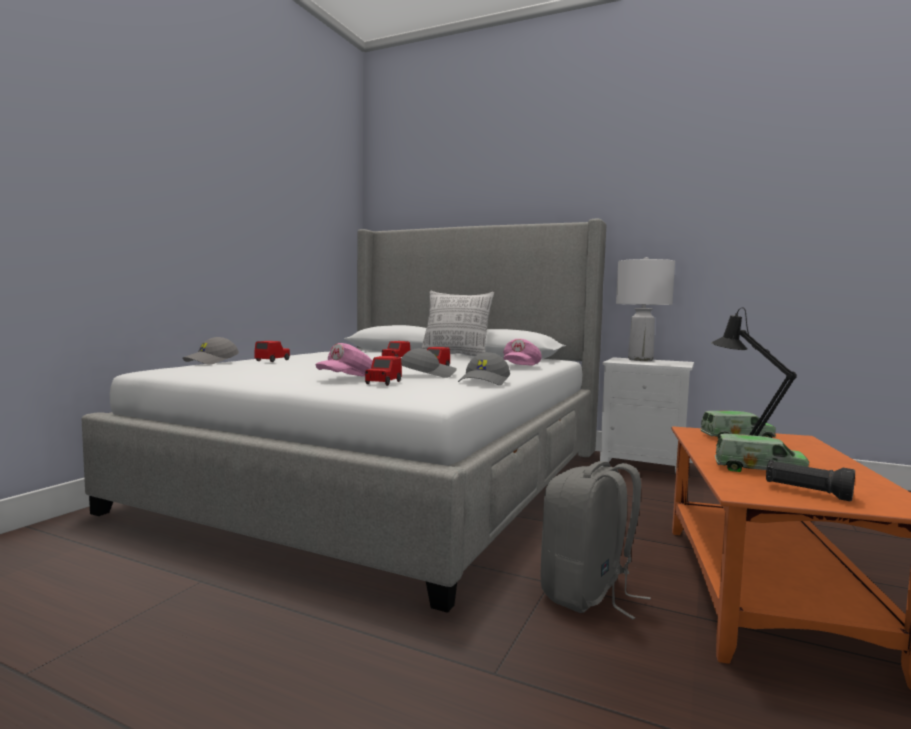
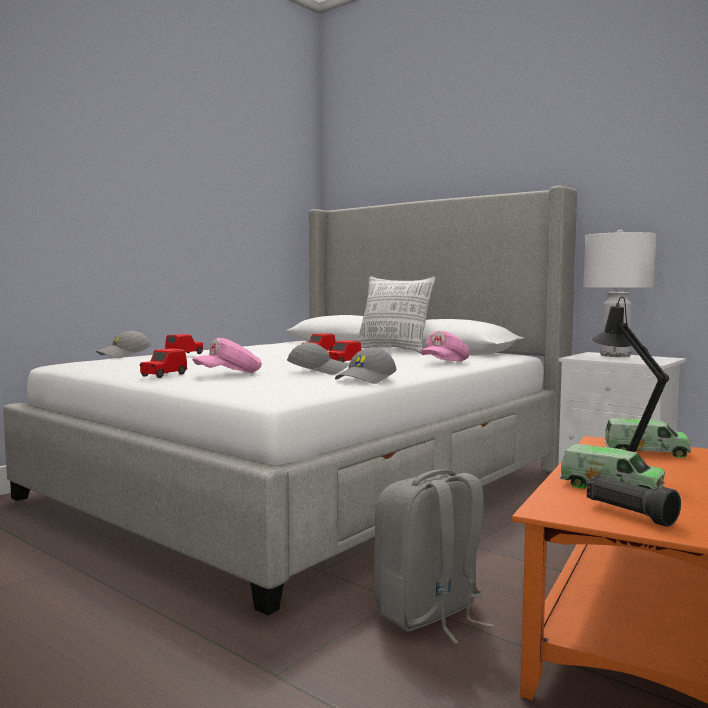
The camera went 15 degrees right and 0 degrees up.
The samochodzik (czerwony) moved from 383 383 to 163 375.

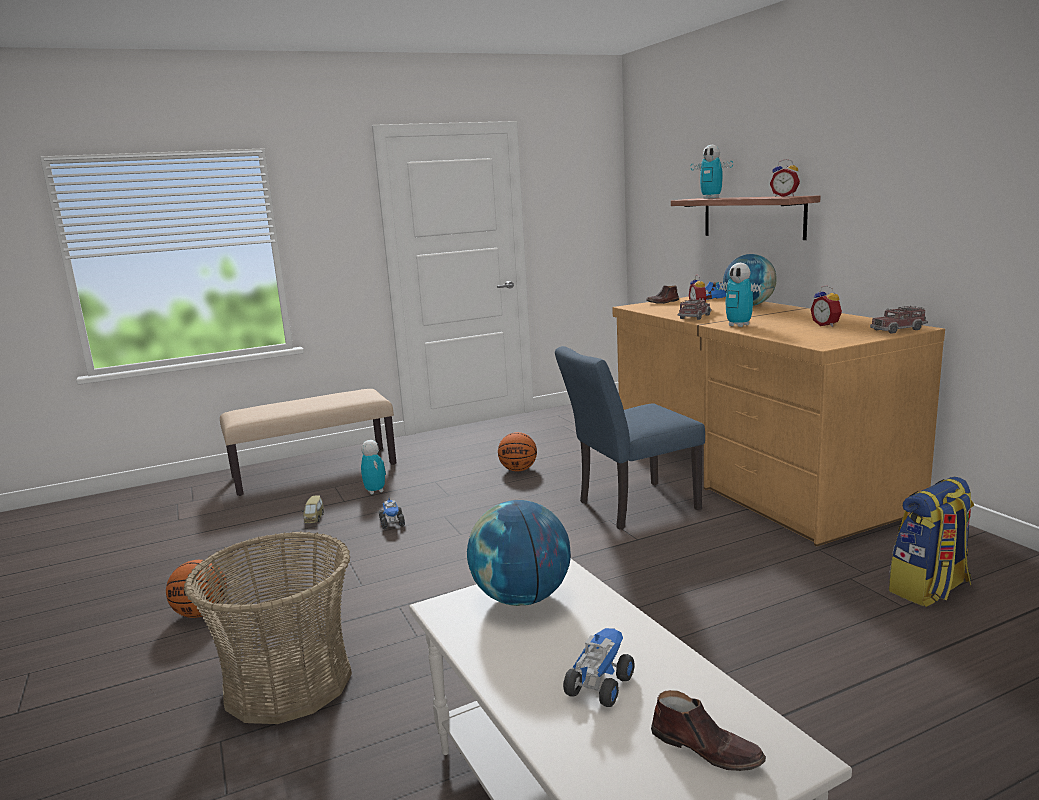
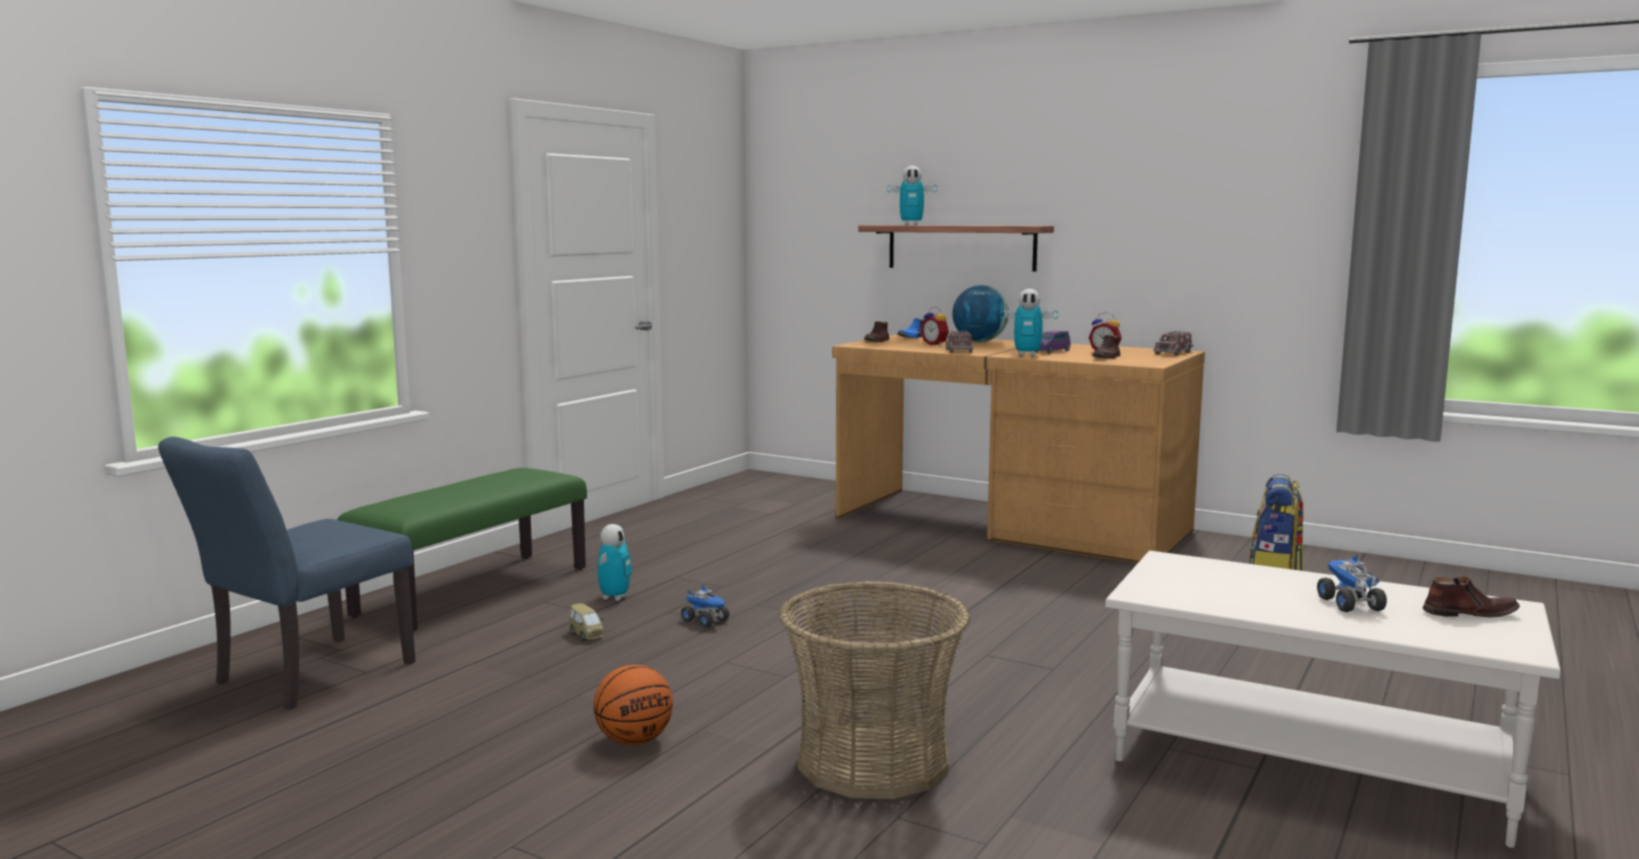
The camera went 35 degrees left and 5 degrees down.
The krzesło (niebieski) moved from 630 507 to 303 677.
The ławka (beżowy) at 315 470 became the ławka (zielony) at 474 590.
The robot zabawkowy at 375 491 turned 75 degrees clockwise.
The samochodzik (fioletowy) at 1051 351 appeared.
The but (brązowy) at 1107 357 appeared.
The globus at 522 598 disappeared.
The piłka do koszykówki at 518 470 disappeared.
The budzik at 784 196 disappeared.

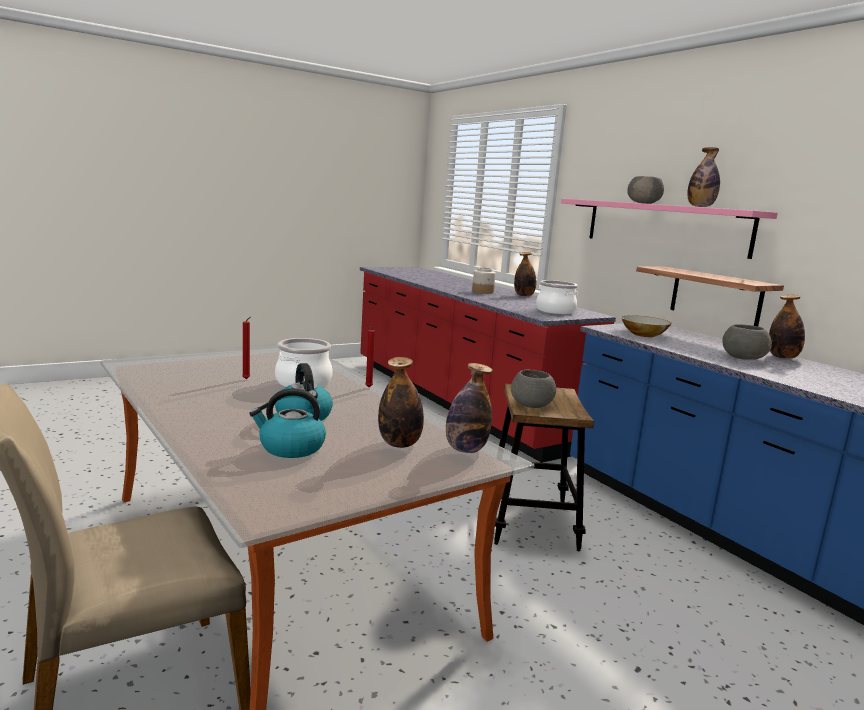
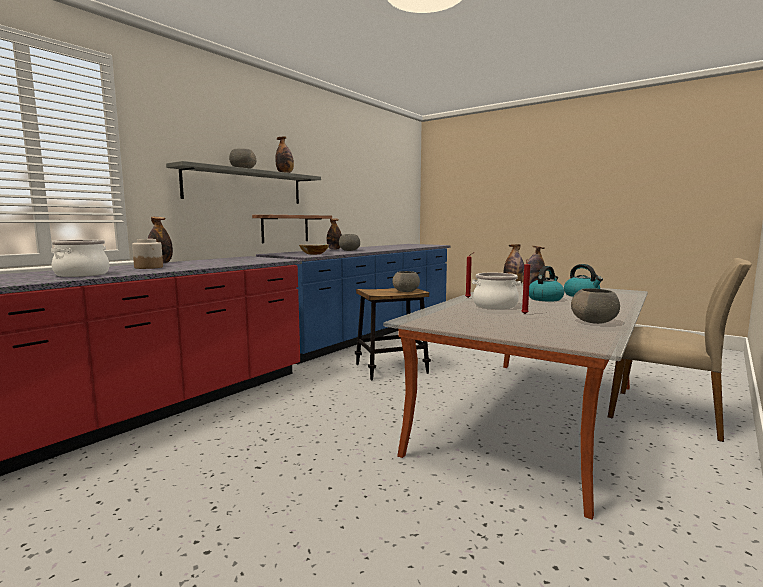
The camera went 110 degrees left and 5 degrees down.
The garnek moved from 555 311 to 82 274.
The półka (różowy) at 664 226 became the półka (szary) at 245 186.
The miska (szary) at 594 322 appeared.

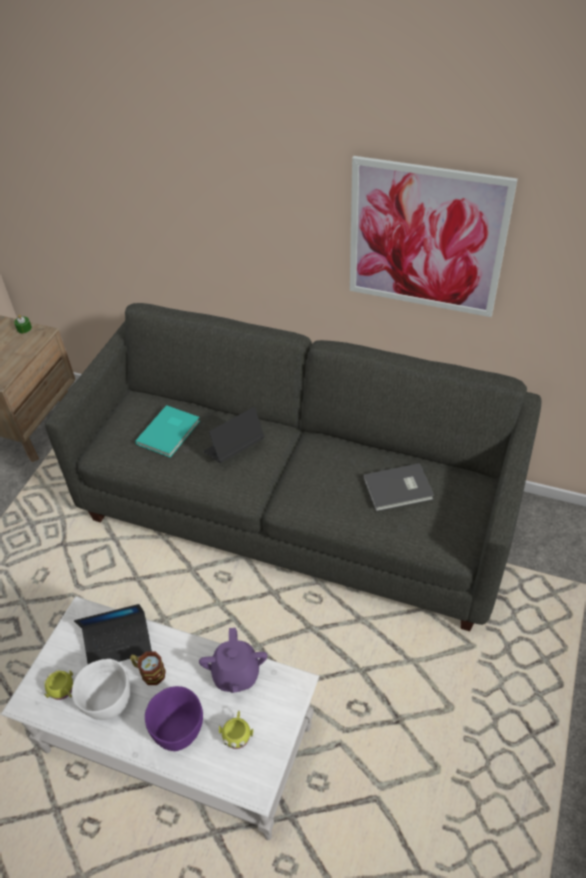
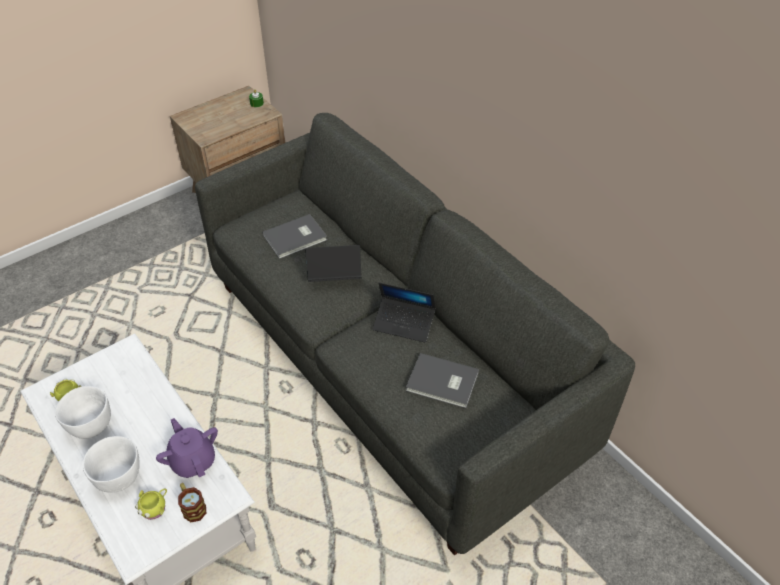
The camera went 30 degrees right and 0 degrees up.
The miska (fioletowy) at 179 729 became the miska (biały) at 119 477.
The imbryk (fioletowy) at 236 674 turned 120 degrees clockwise.
The kubek moved from 149 672 to 192 507.
The książka (turkusowy) at 170 432 became the książka (szary) at 296 238.
The laptop moved from 118 643 to 404 323.
The obraz at 426 238 disappeared.

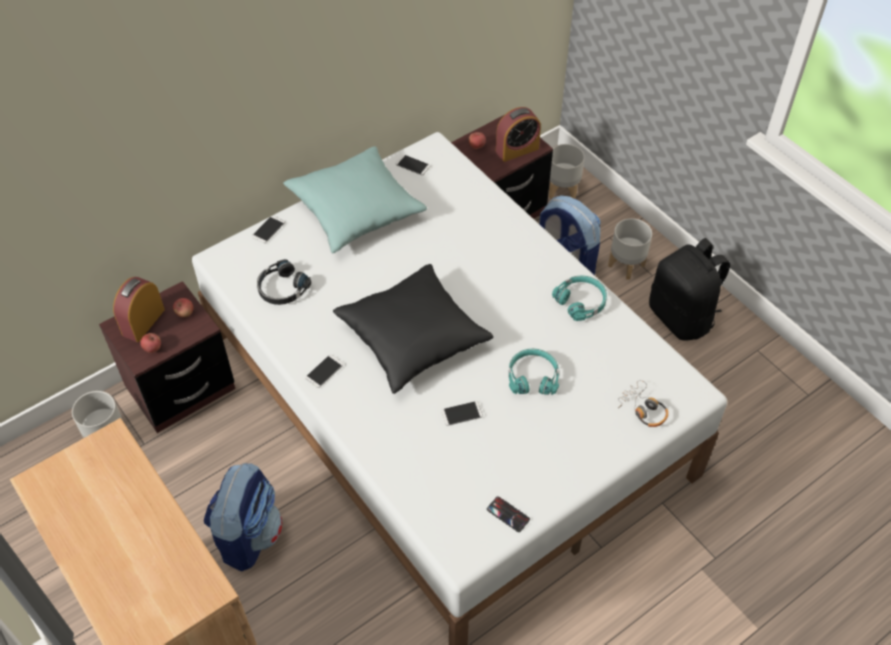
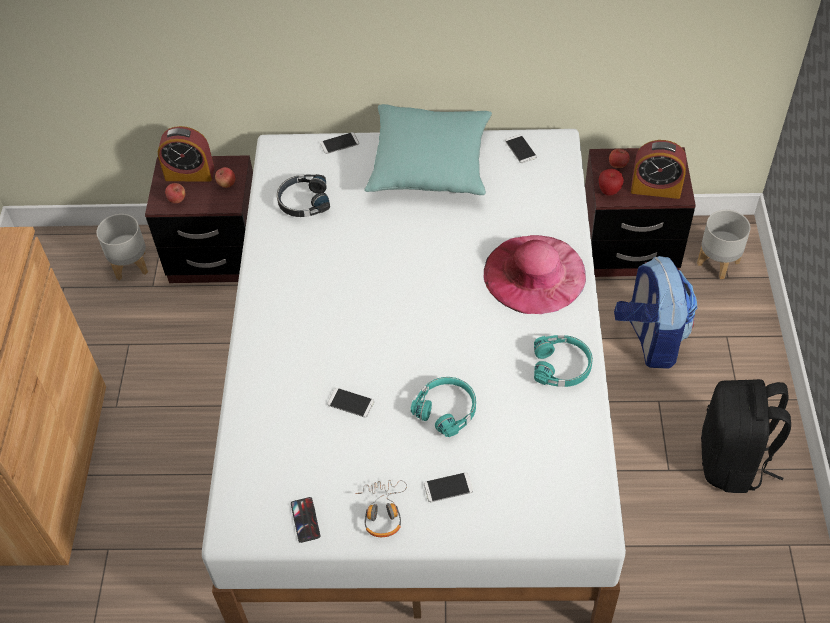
The camera went 40 degrees right and 0 degrees up.
The budzik at 143 322 turned 150 degrees counterclockwise.
The słuchawki moved from 643 409 to 382 511.
The telefon moved from 324 371 to 448 487.
The kapelusz (różowy) at 534 273 appeared.
The jabłko at 609 191 appeared.
The plecak at 249 535 disappeared.
The poduszka (czarny) at 413 337 disappeared.
The donica (szary) at 626 265 disappeared.

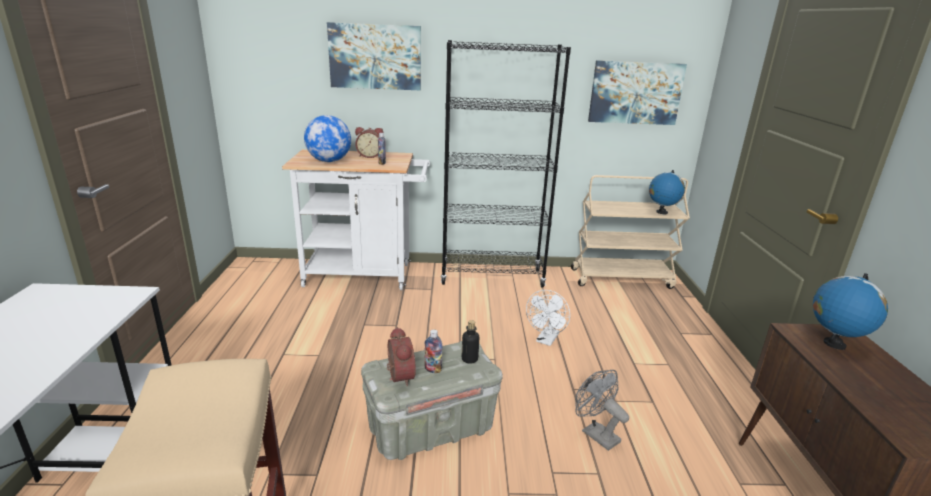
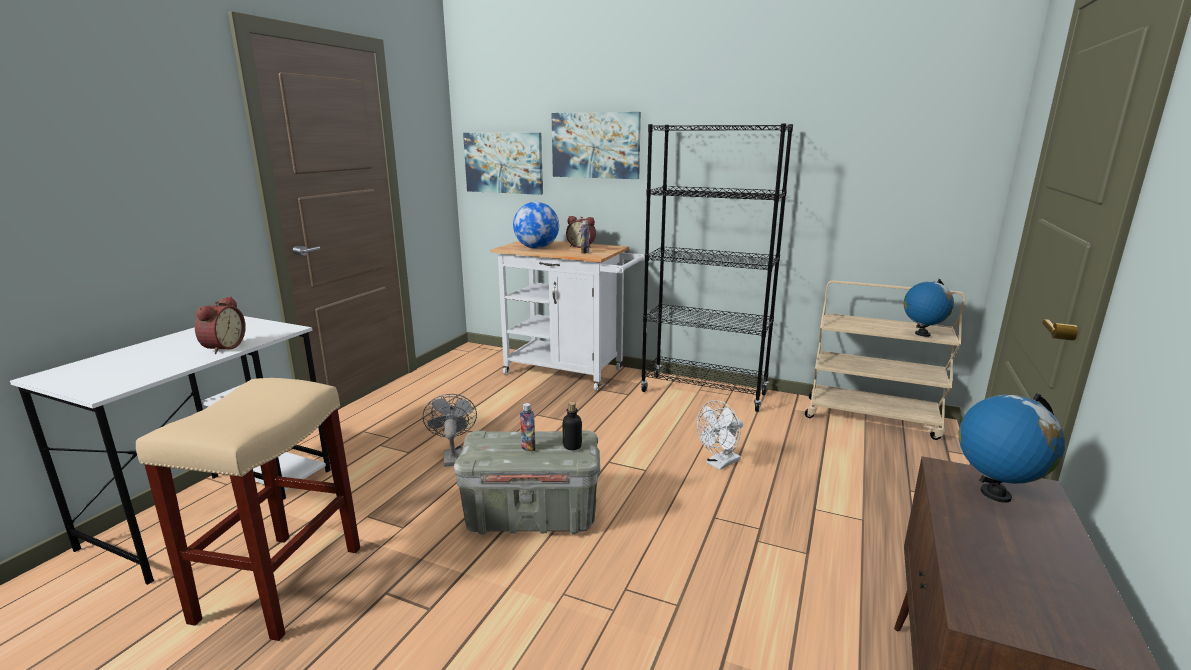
The camera went 25 degrees right and 5 degrees down.
The budzik moved from 398 376 to 222 347.
The wentylator (szary) moved from 595 433 to 452 456.
The obraz moved from 635 93 to 504 163.

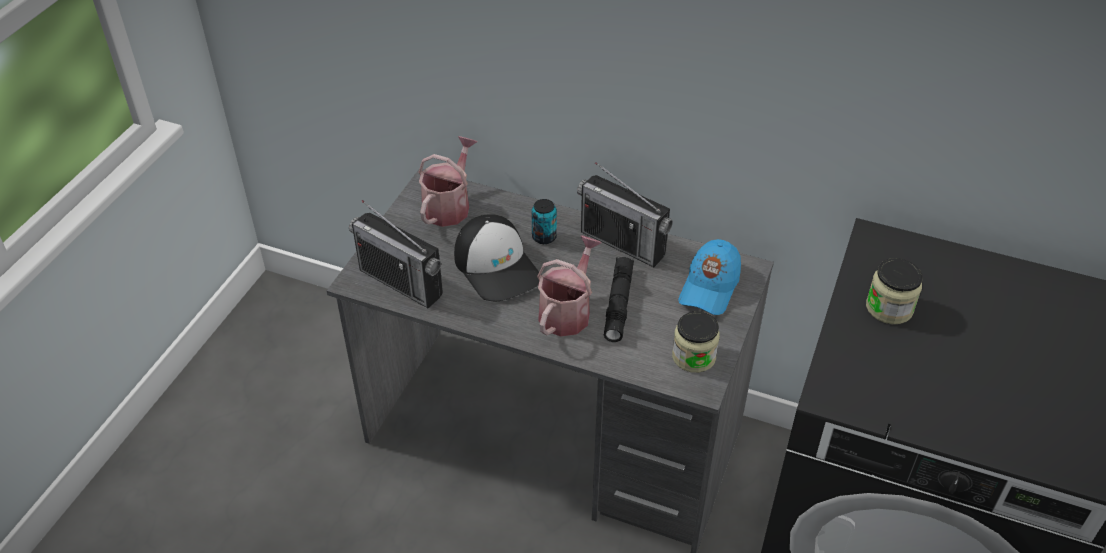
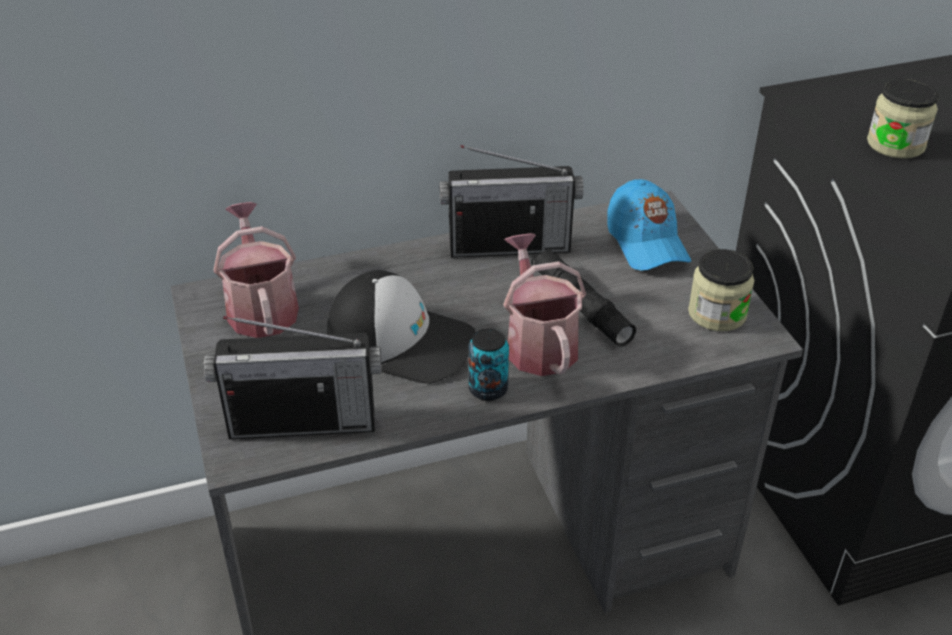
The camera went 40 degrees left and 5 degrees down.
The puszka moved from 544 237 to 488 389.

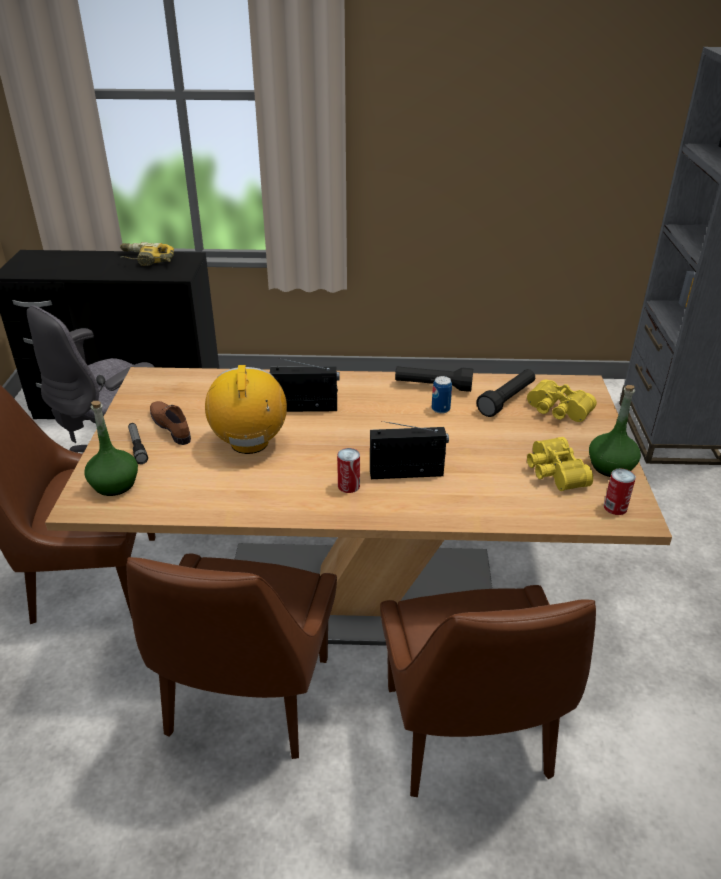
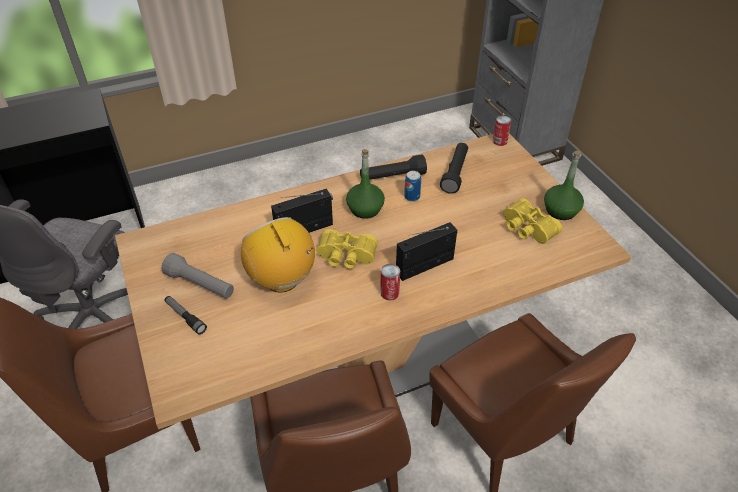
The camera went 25 degrees left and 10 degrees up.
The but (brązowy) at 172 425 was replaced by the latarka (szary) at 200 285.
The lornetka (żółty) moved from 557 411 to 346 257.
The butelka (zielony) moved from 115 484 to 365 209.
The puszka moved from 615 507 to 499 141.
The wiertarka at 146 260 disappeared.

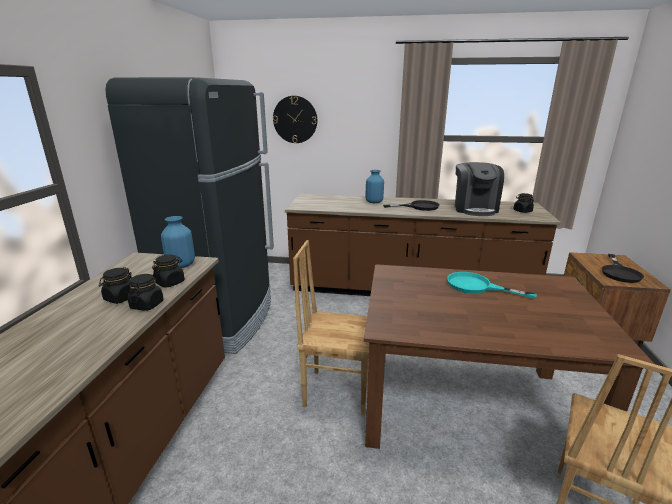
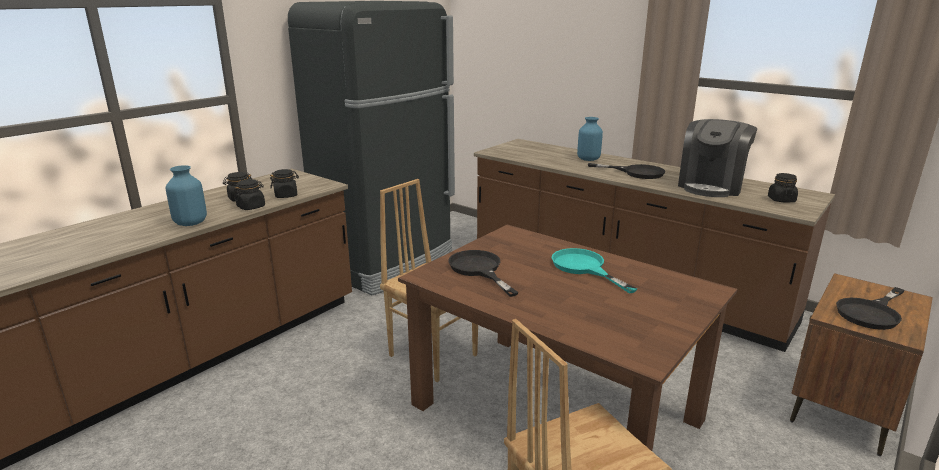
The camera went 30 degrees right and 0 degrees up.
The wazon (niebieski) moved from 180 265 to 190 223.
The patelnia (czarny) at 479 269 appeared.
The zegar ścienny at 295 119 disappeared.

